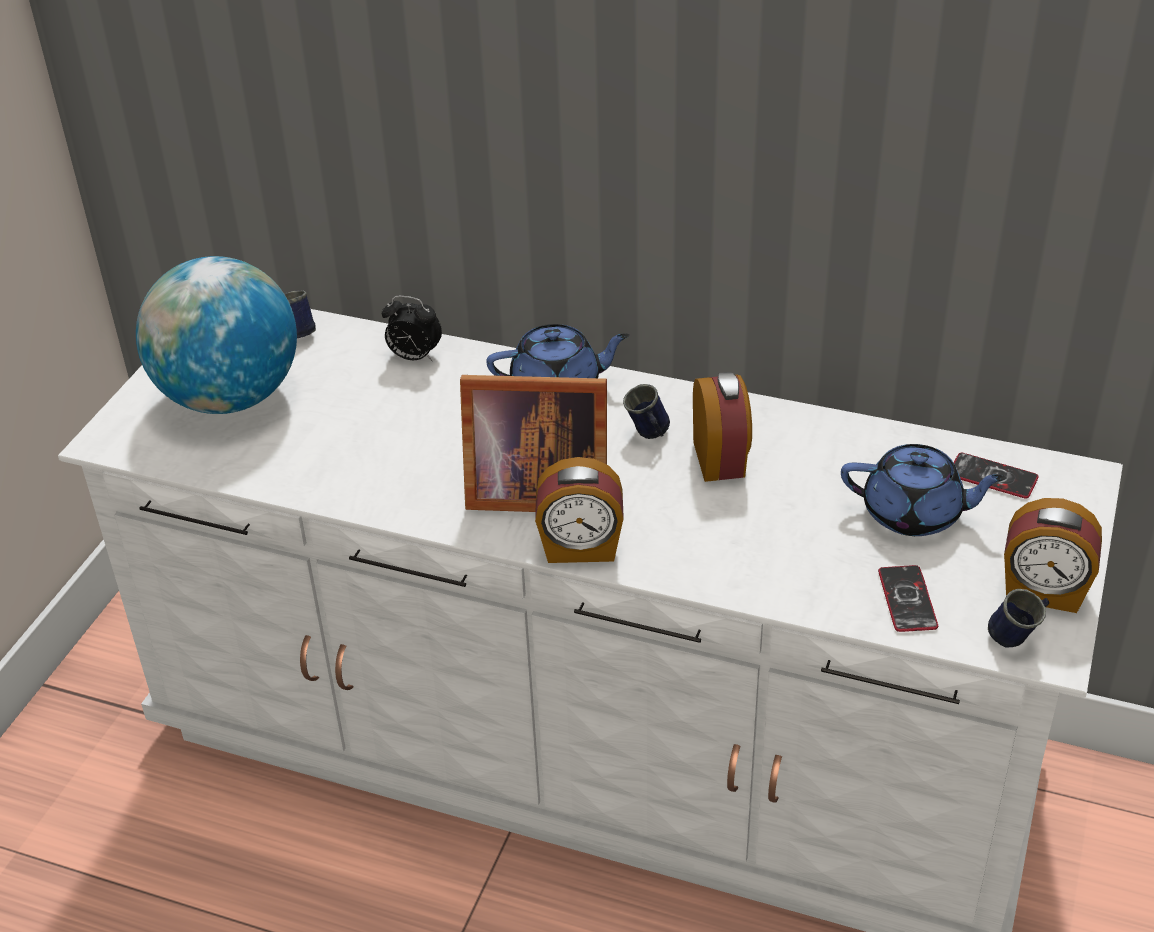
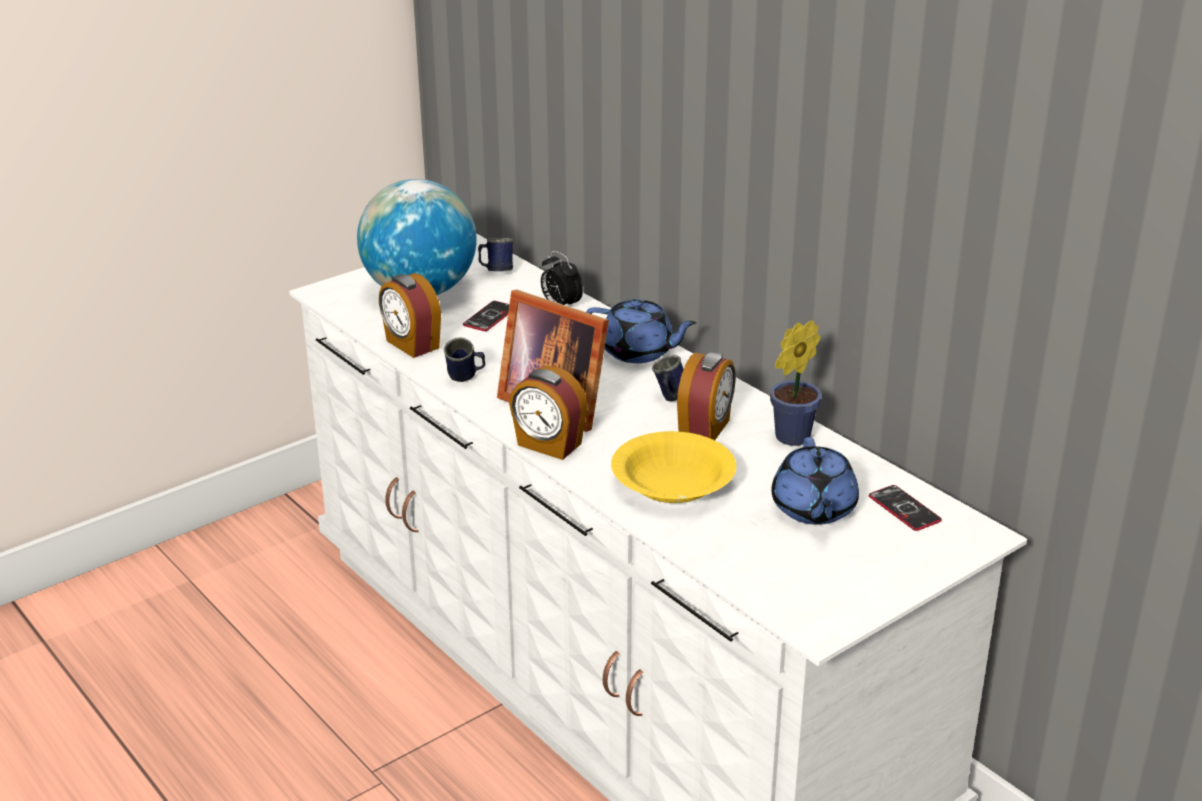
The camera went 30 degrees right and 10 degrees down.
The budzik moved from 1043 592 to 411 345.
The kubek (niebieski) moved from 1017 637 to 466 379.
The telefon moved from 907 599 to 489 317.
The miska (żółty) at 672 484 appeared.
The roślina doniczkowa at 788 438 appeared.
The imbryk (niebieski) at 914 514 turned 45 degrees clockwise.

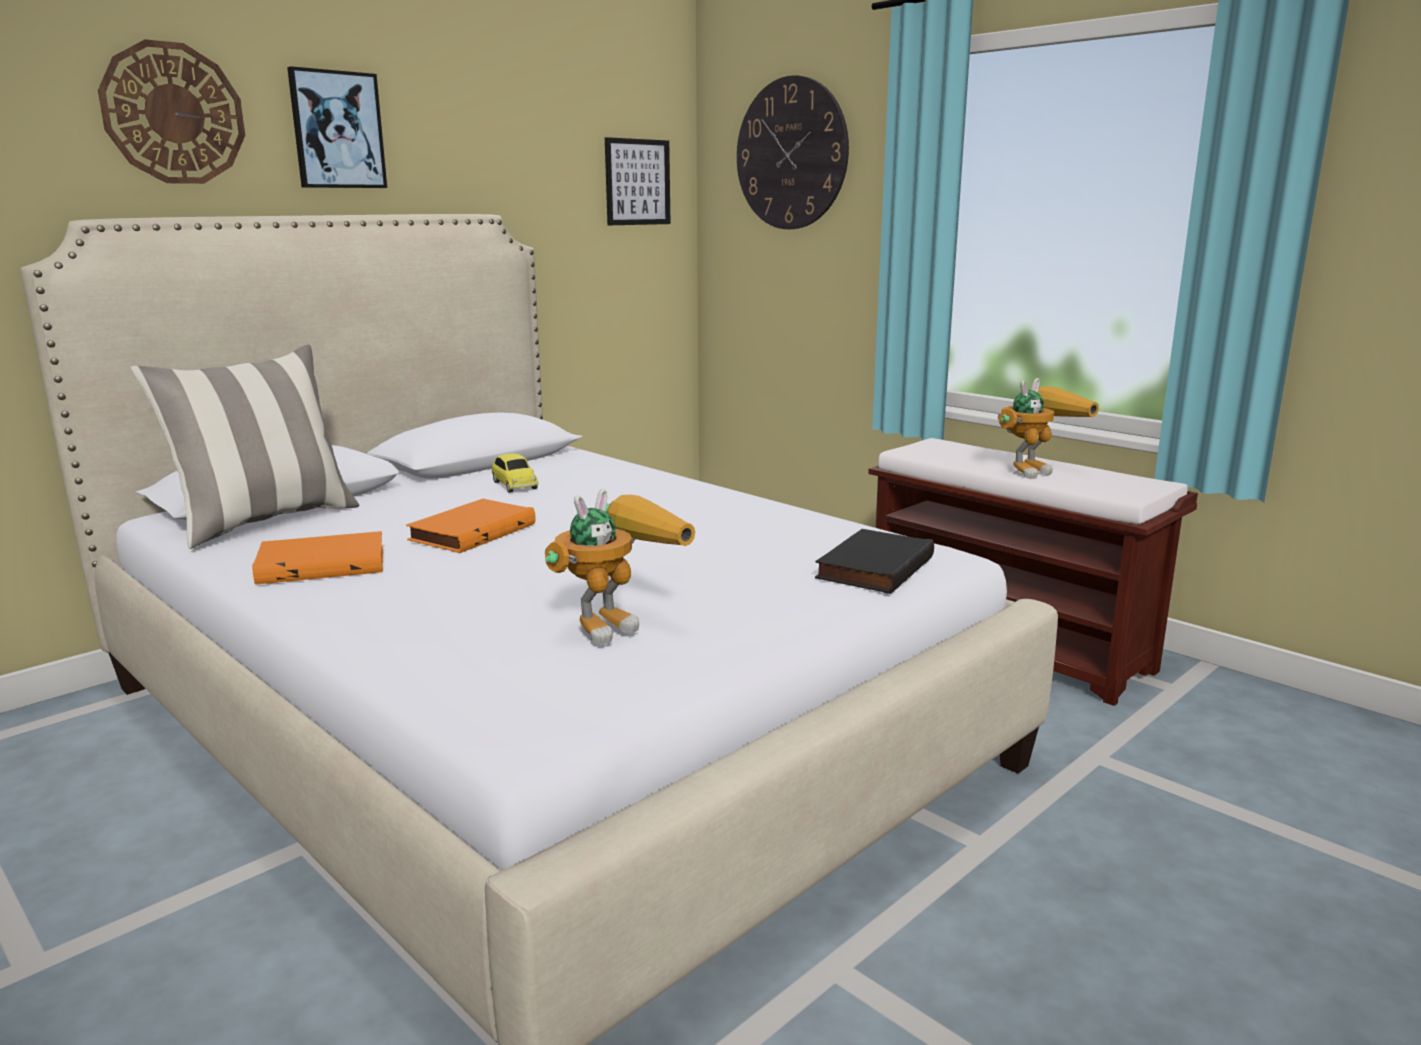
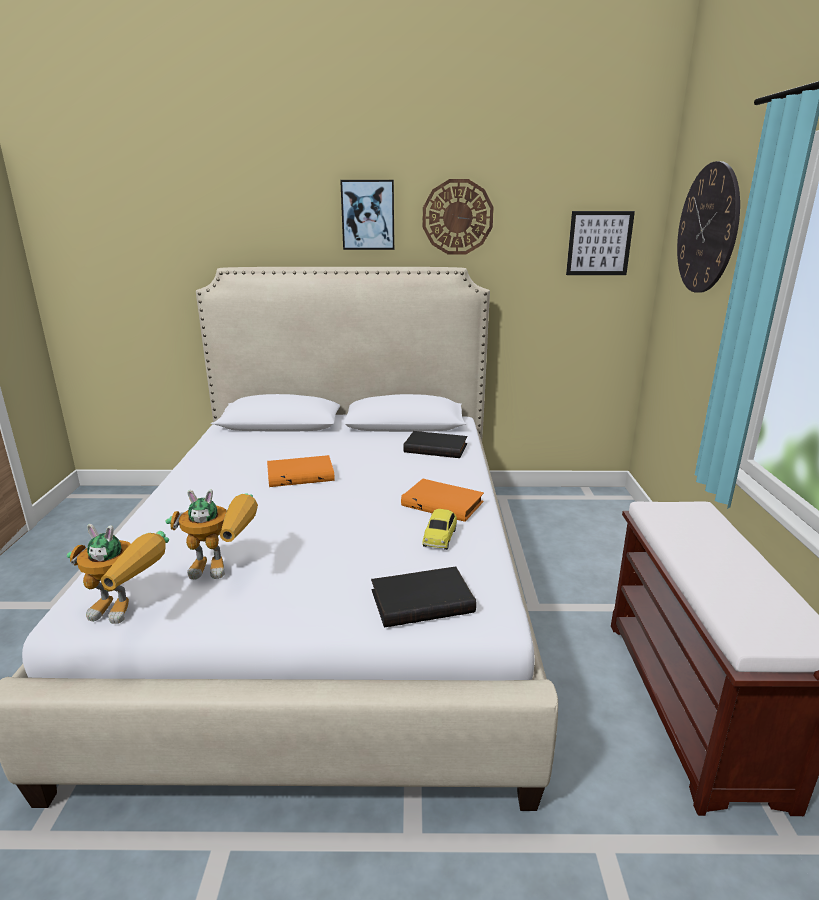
The camera went 45 degrees right and 5 degrees up.
The robot zabawkowy moved from 1035 470 to 130 611.
The książka (pomarańczowy) moved from 323 564 to 443 503.
The książka (czarny) at 436 447 appeared.
The samochodzik moved from 514 485 to 440 537.
The zegar ścienny moved from 174 114 to 457 217.
The poduszka at 265 522 disappeared.

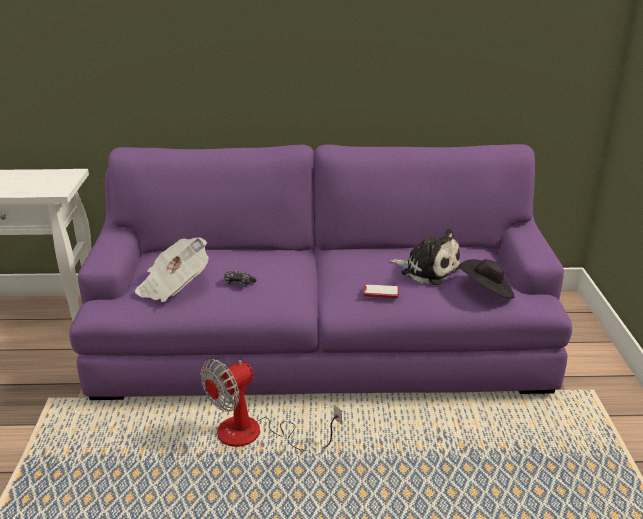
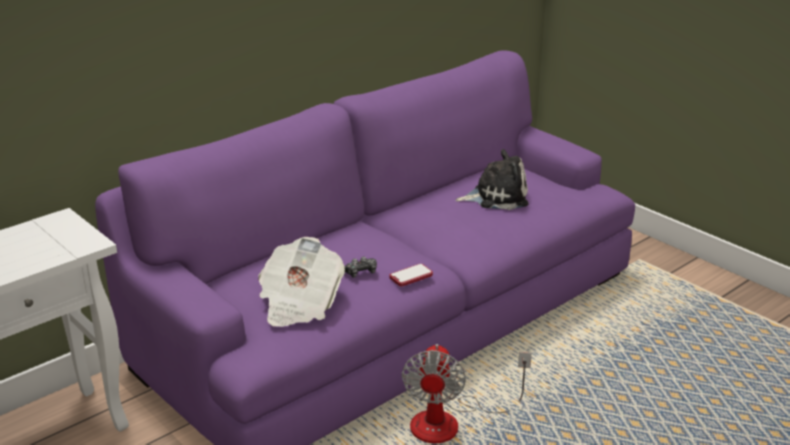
The camera went 40 degrees left and 0 degrees up.
The telefon moved from 381 292 to 411 276.
The kapelusz (czarny) at 486 292 disappeared.

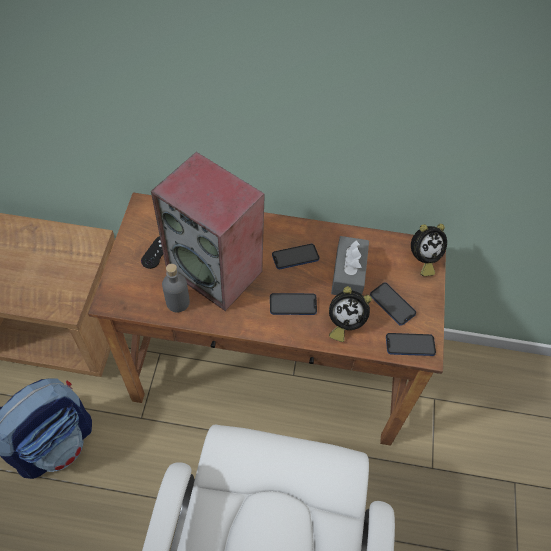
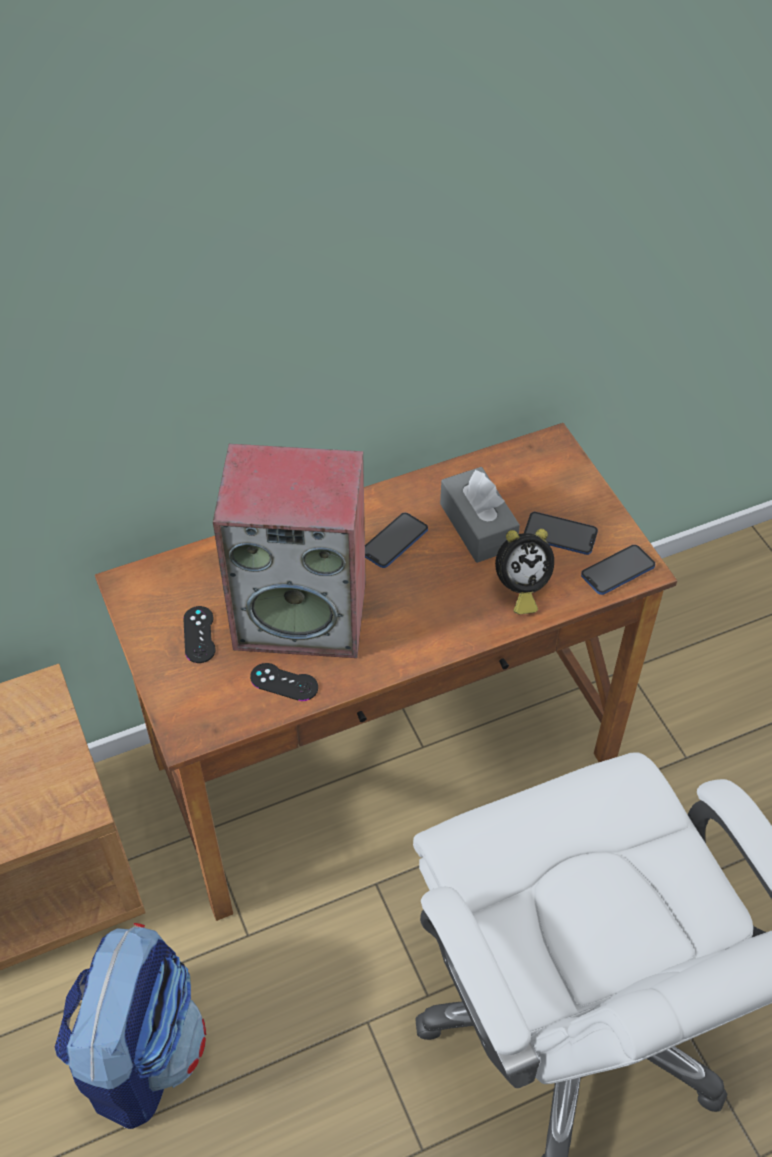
The camera went 30 degrees left and 5 degrees down.
The butelka (szary) at 177 302 was replaced by the pad do gier (czarny) at 284 682.
The telefon at 293 305 disappeared.
The budzik at 422 259 disappeared.

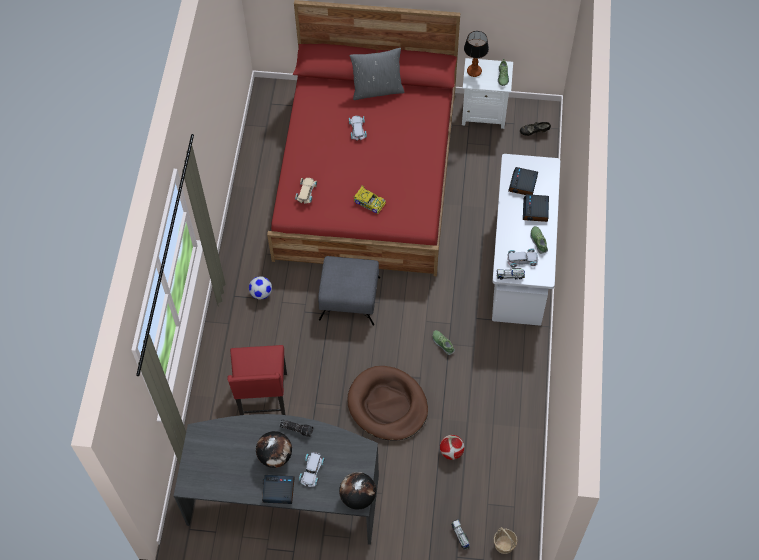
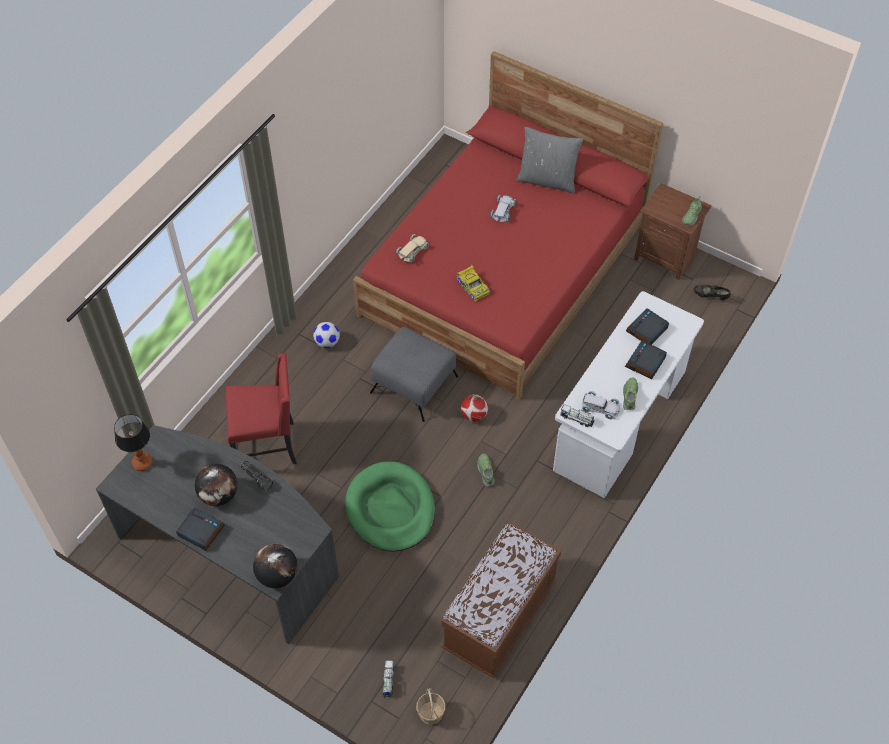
The camera went 25 degrees right and 5 degrees down.
The lampa stołowa moved from 474 71 to 142 463.
The krzesło (czerwony) at 263 398 turned 120 degrees counterclockwise.
The legowisko (brązowy) at 387 405 became the legowisko (zielony) at 390 509.
The ławka (brązowy) at 500 616 appeared.
The piłka futbolowa moved from 451 452 to 474 415.
The szafka nocna (biały) at 484 113 became the szafka nocna (brązowy) at 665 256.
The samochodzik (biały) at 311 470 disappeared.

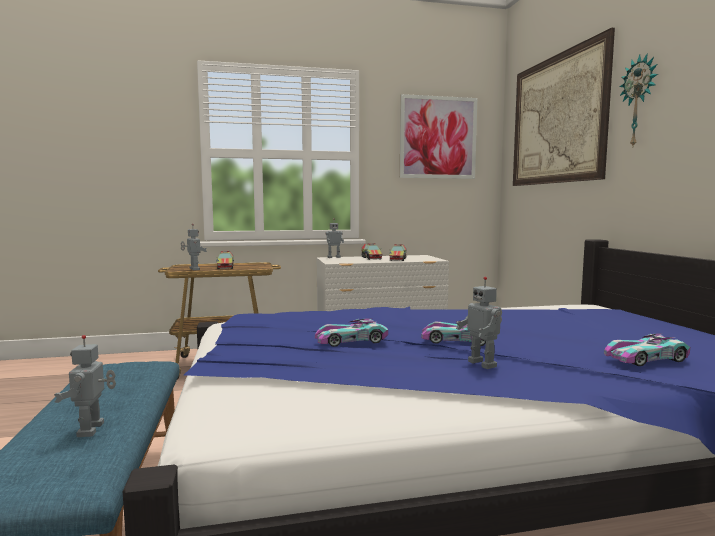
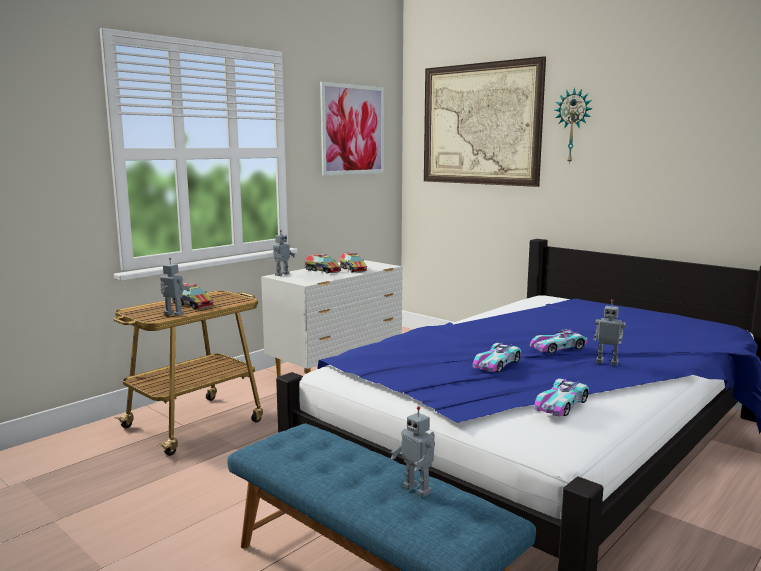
The camera went 35 degrees left and 5 degrees up.
The samochodzik moved from 645 358 to 561 404.

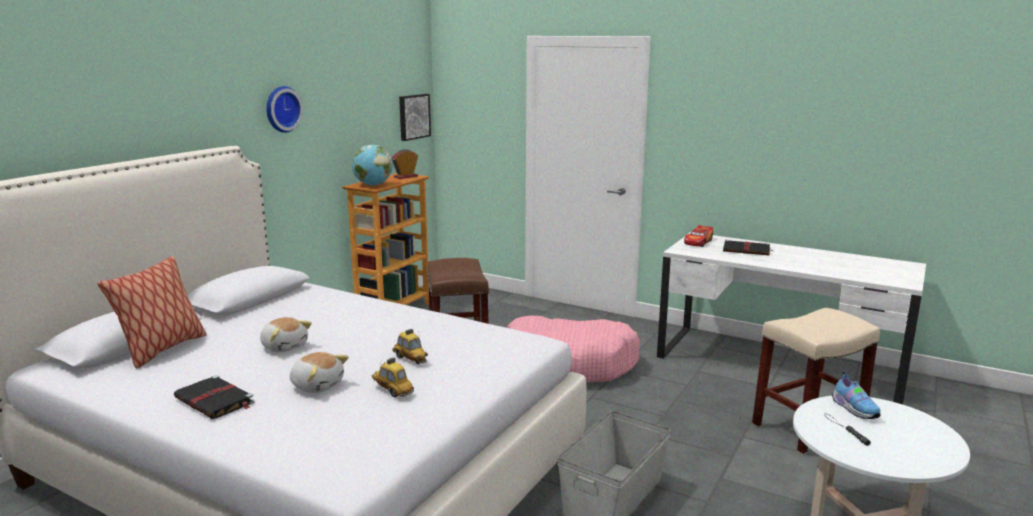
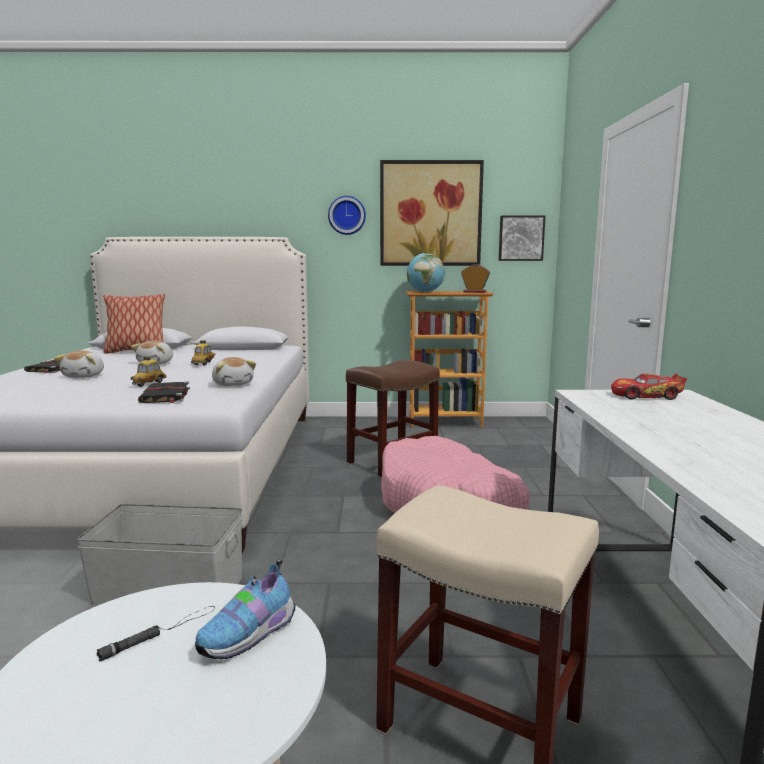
The camera went 60 degrees right and 5 degrees down.
The książka (czarny) moved from 747 250 to 165 395.
The samochodzik moved from 392 390 to 204 363.
The pluszak at 233 384 appeared.
The obraz at 430 214 appeared.

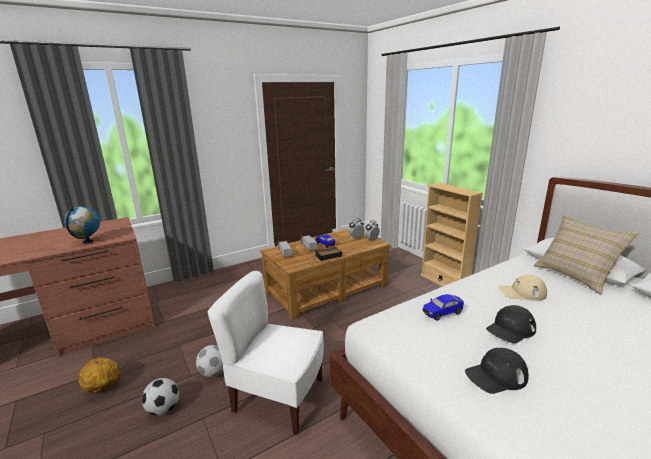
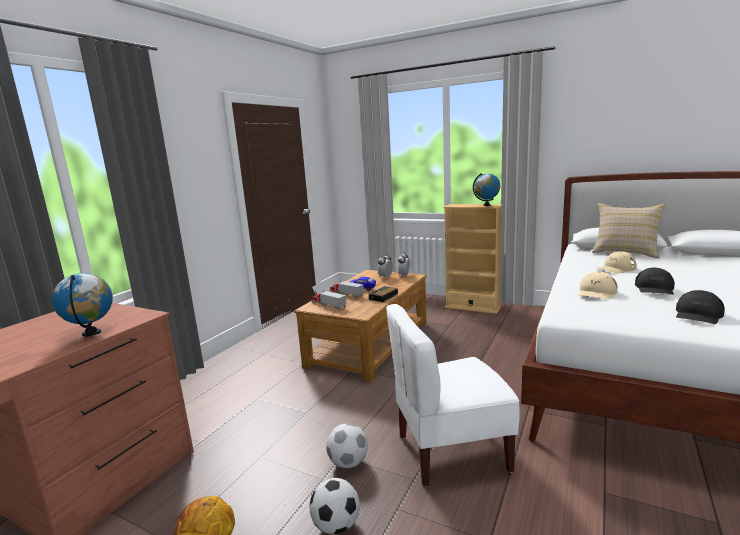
The camera went 30 degrees left and 5 degrees down.
The globus at 486 205 appeared.
The samochodzik at 442 313 was replaced by the czapka z daszkiem (beżowy) at 597 292.

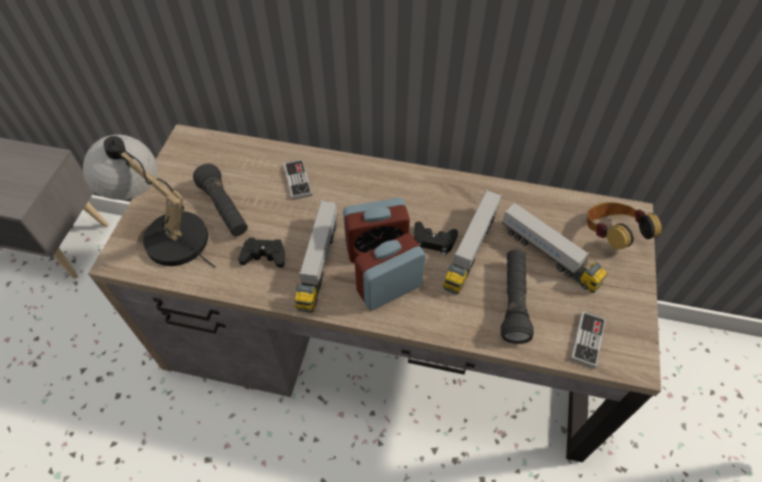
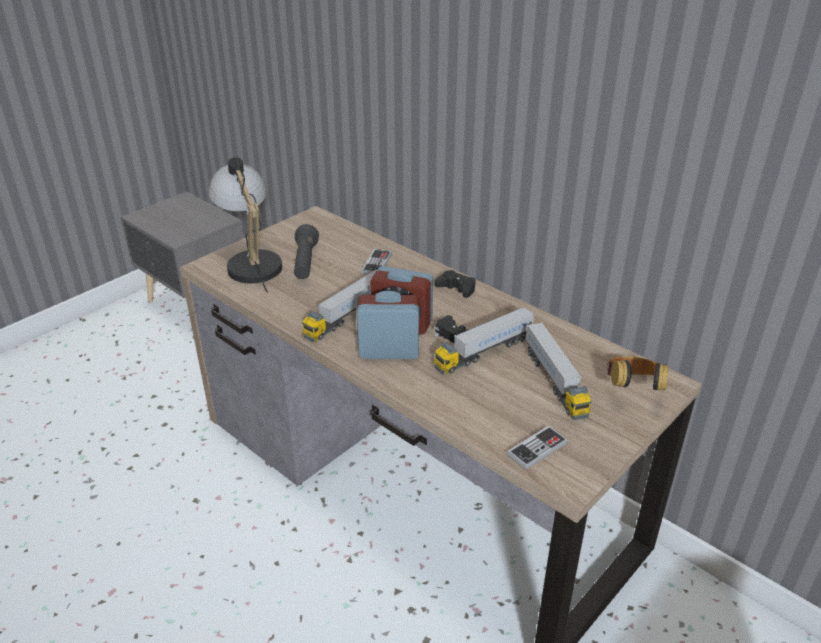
The camera went 30 degrees right and 20 degrees down.
The pad do gier (czarny) moved from 264 256 to 456 288.
The latarka (czarny) at 513 301 disappeared.

